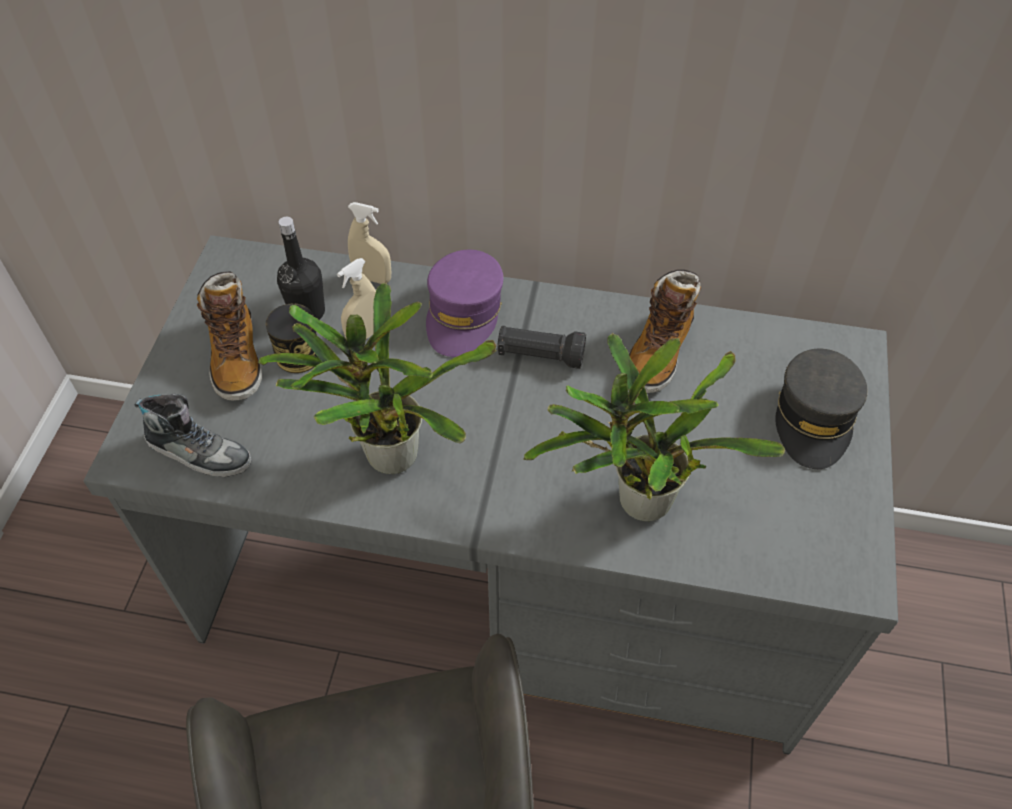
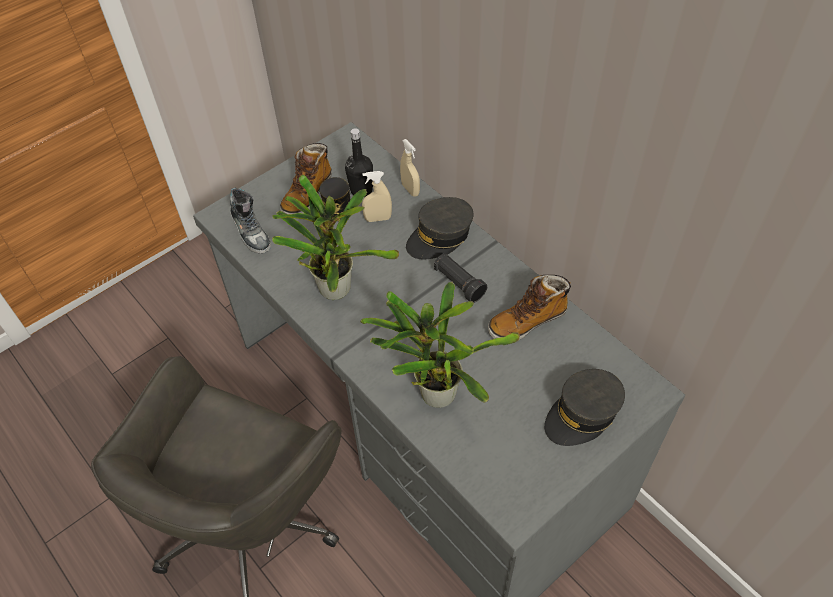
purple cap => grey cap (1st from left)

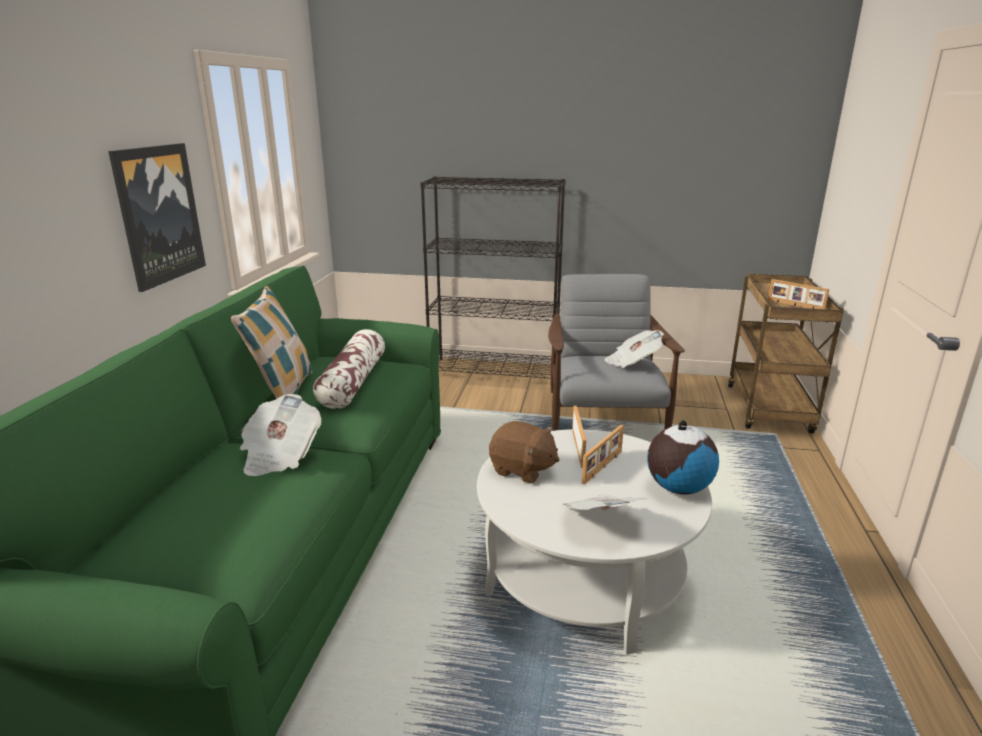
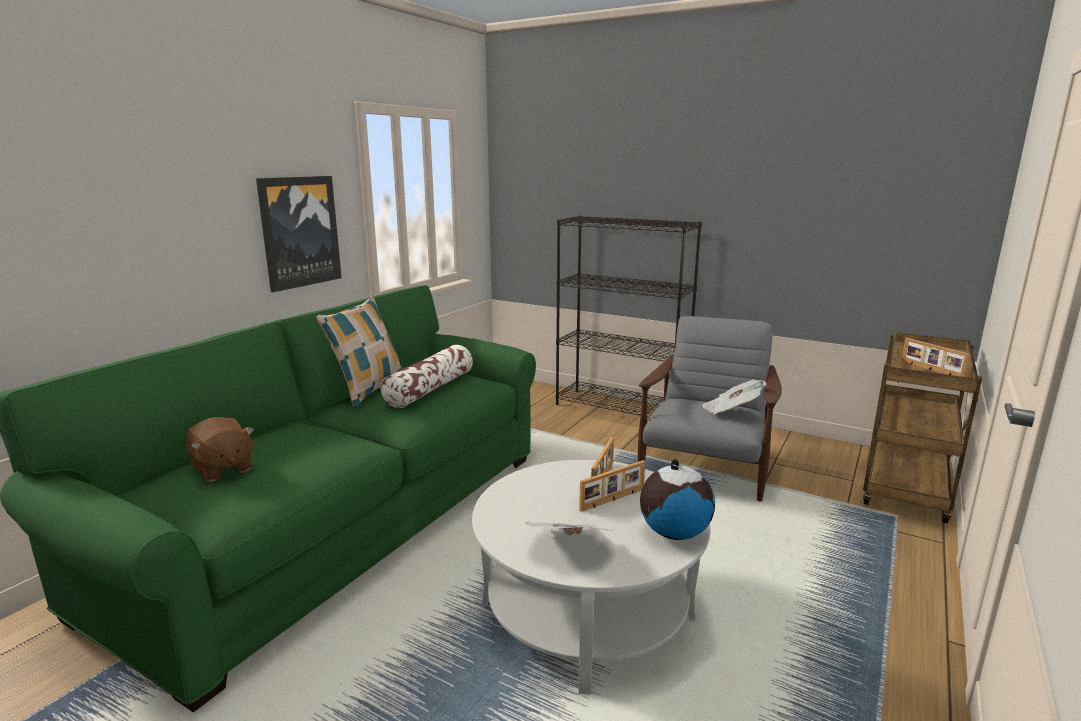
brown plush toy, move
newspaper (1st from left) => nothing

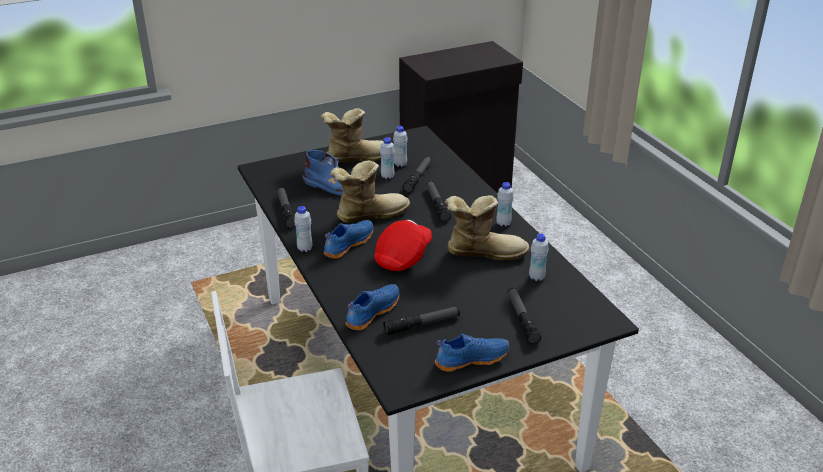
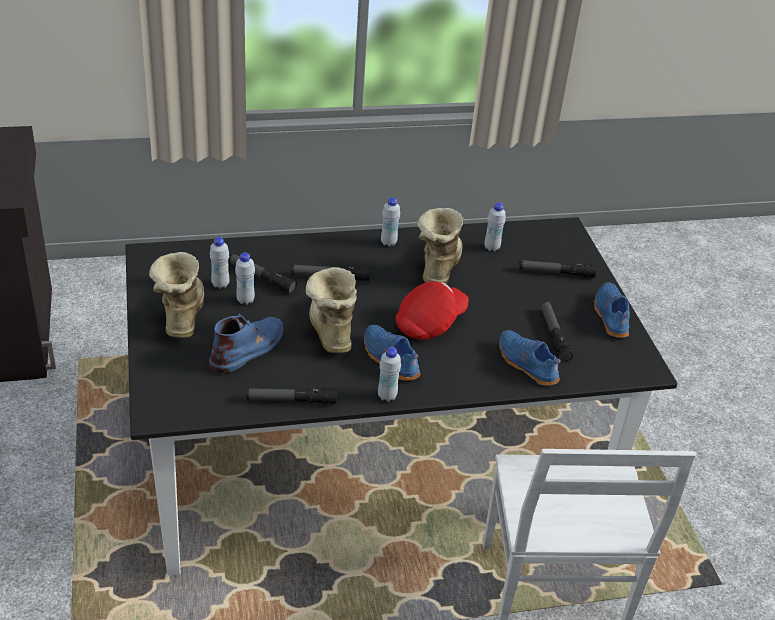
red cap, 90 degrees clockwise

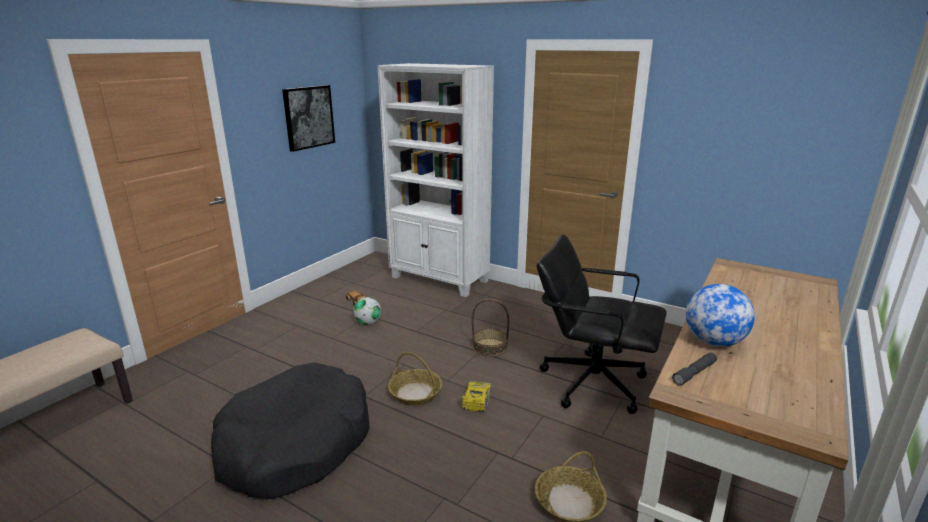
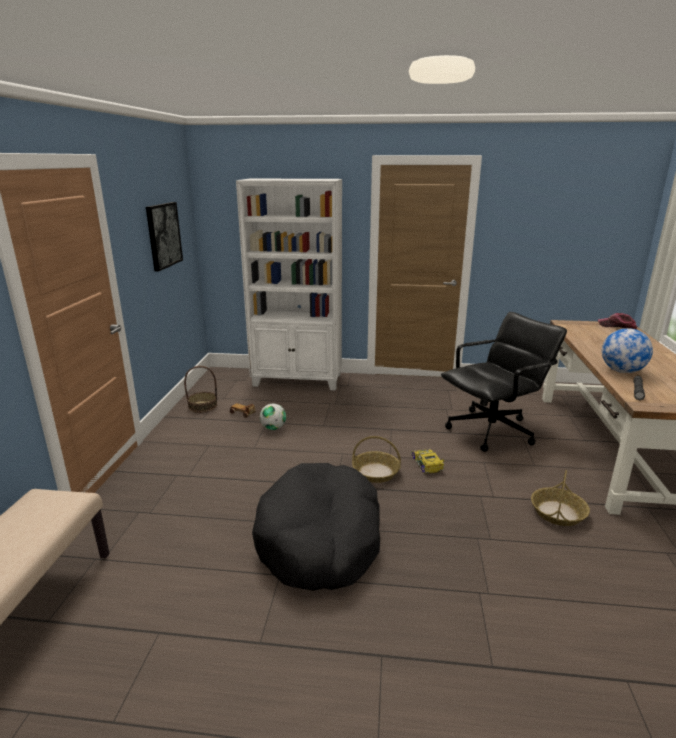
basket (2nd from left in the first image) => basket (1st from left), move
black office chair, 150 degrees clockwise
nothing => cap

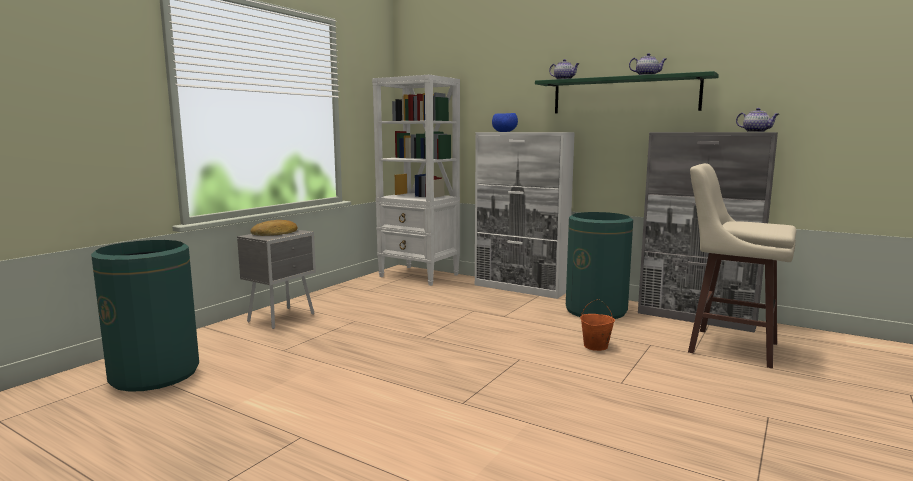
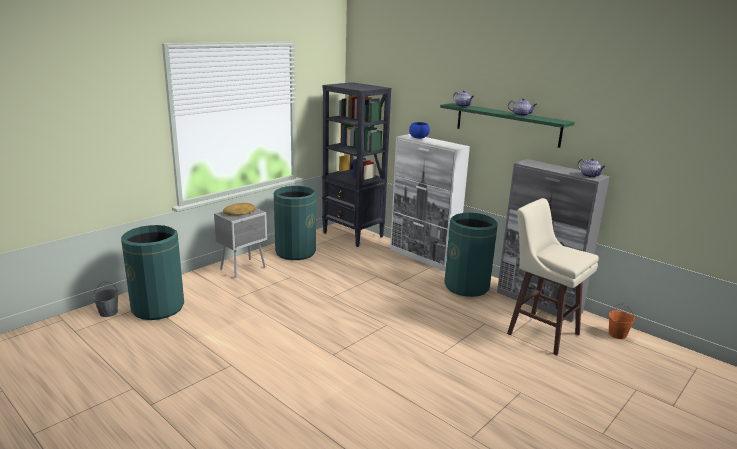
nothing => grey bucket
nothing => green trash can (2nd from left)
white bookcase => black bookcase
orange bucket, move

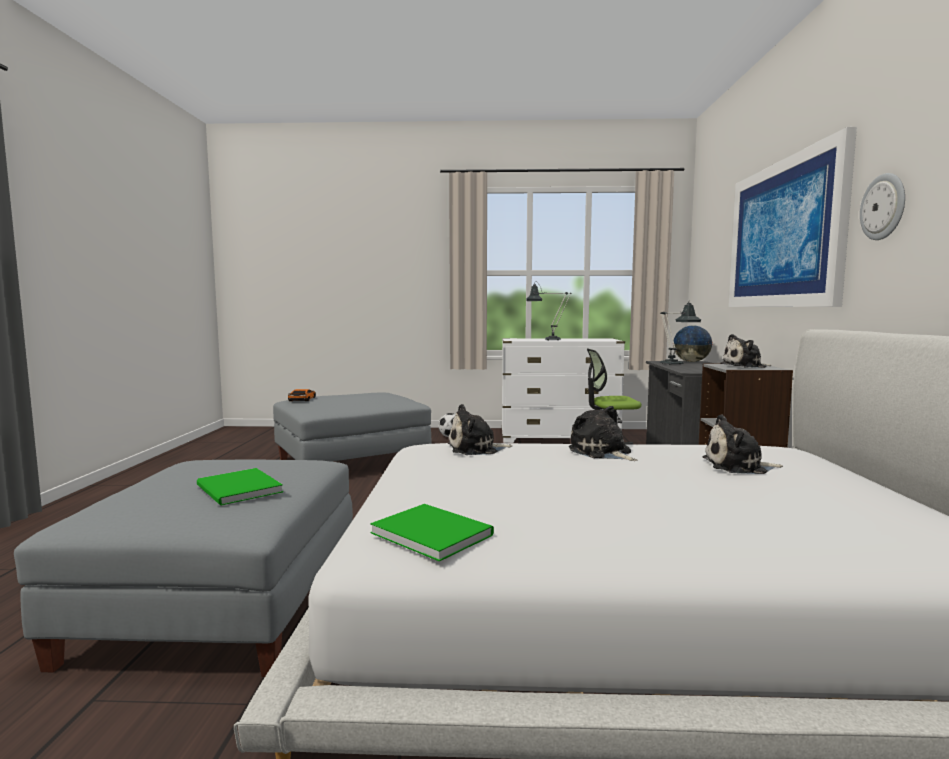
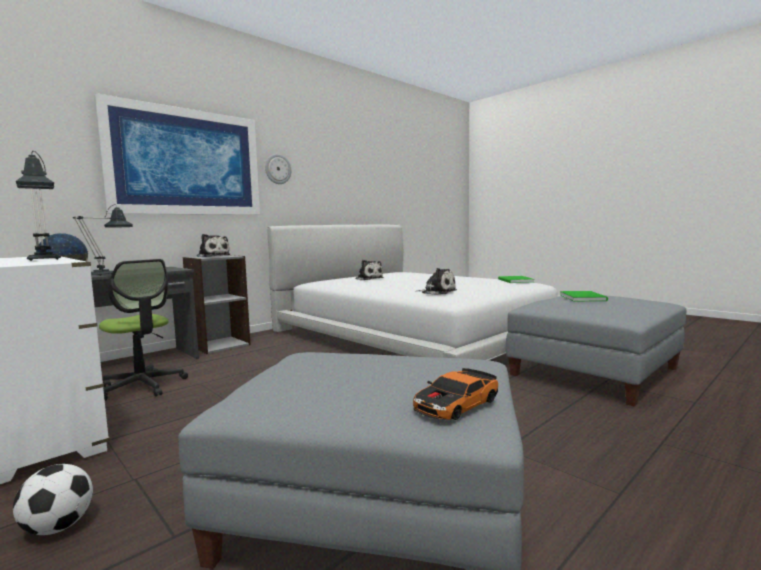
plush toy (2nd from left) => nothing

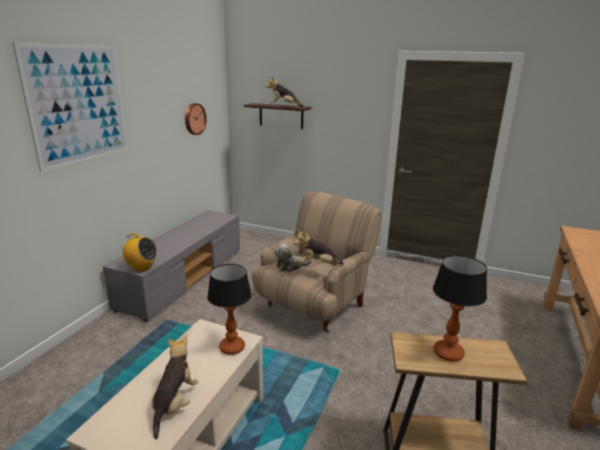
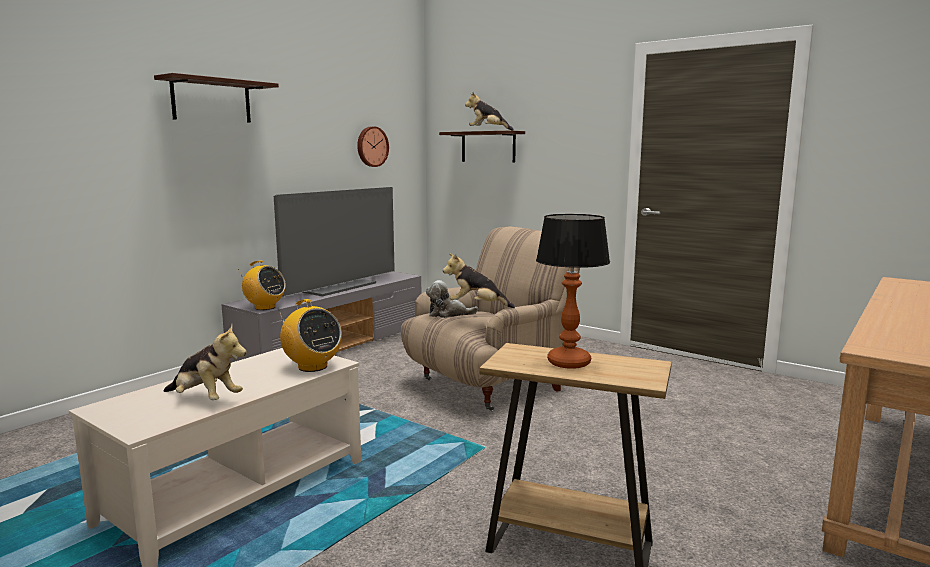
picture => shelf (1st from left)
plush toy (1st from left), 90 degrees clockwise
nothing => television
table lamp (1st from left) => radio (2nd from left)

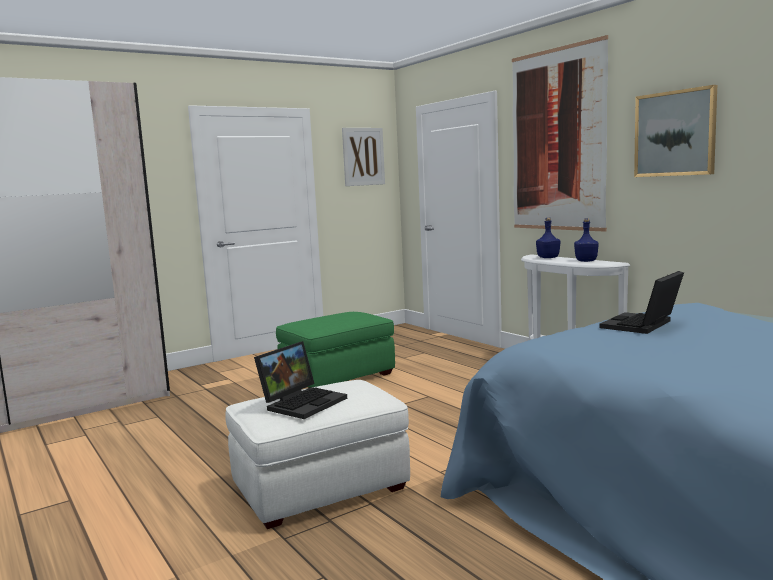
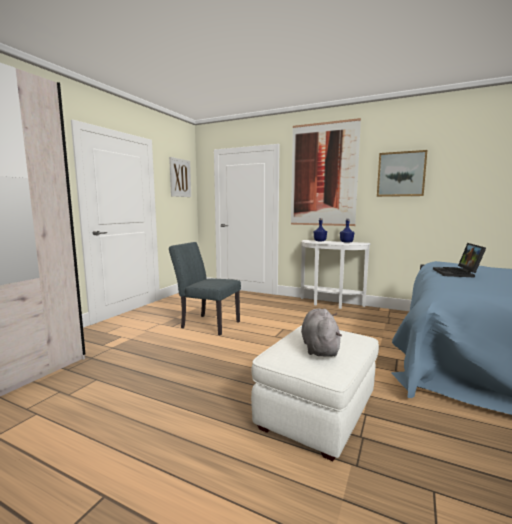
green ottoman => grey chair
laptop (1st from left) => grey plush toy

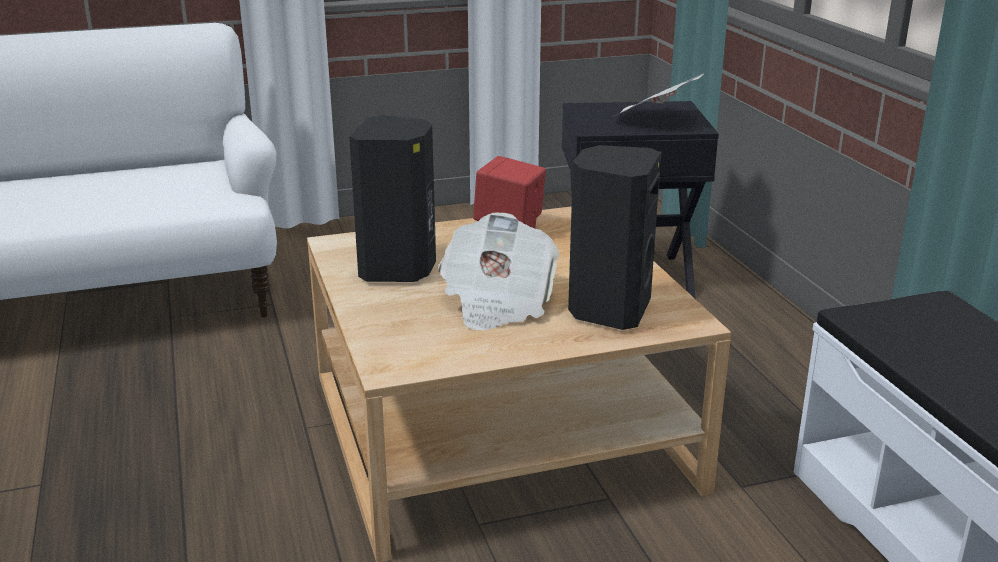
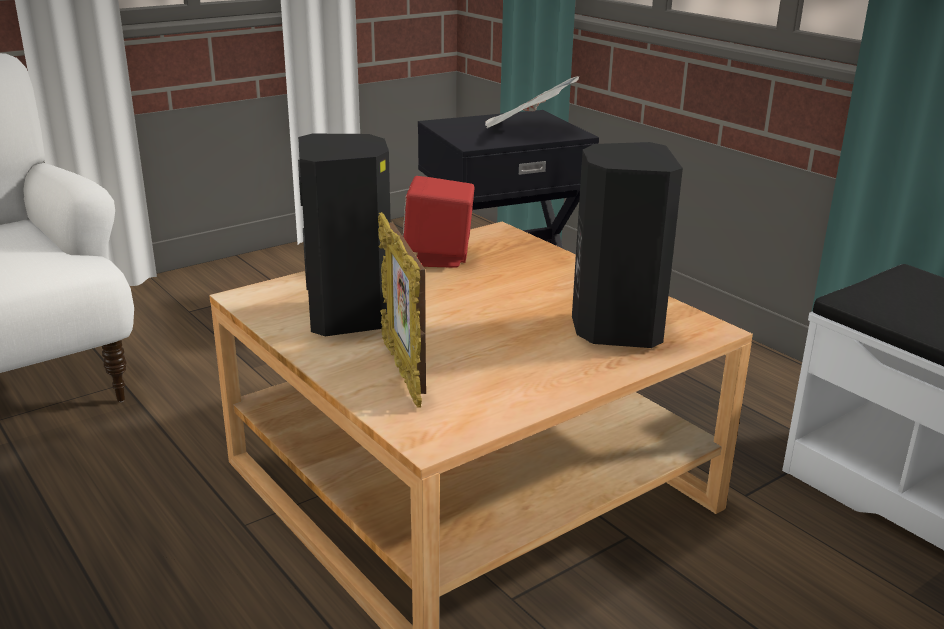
nothing => picture frame
newspaper (1st from left) => nothing

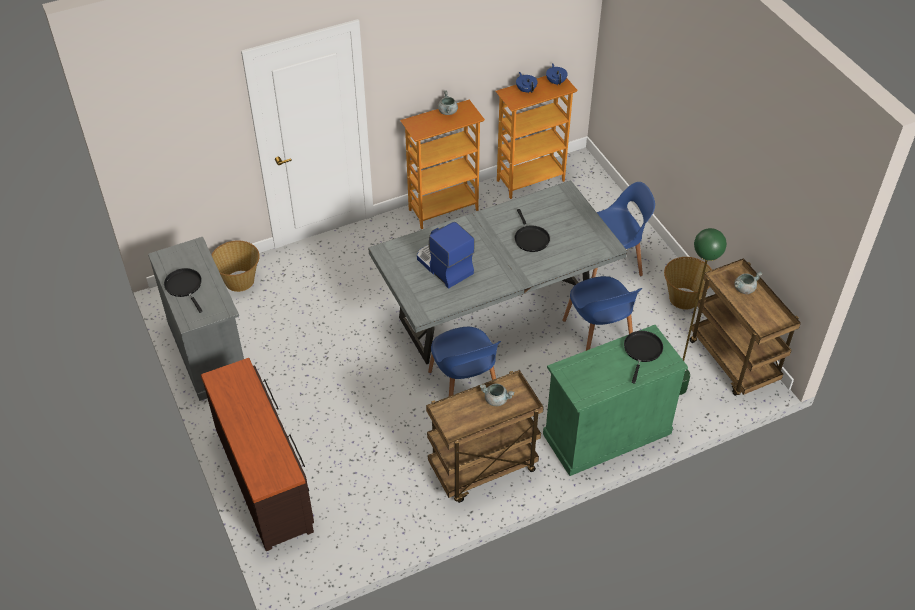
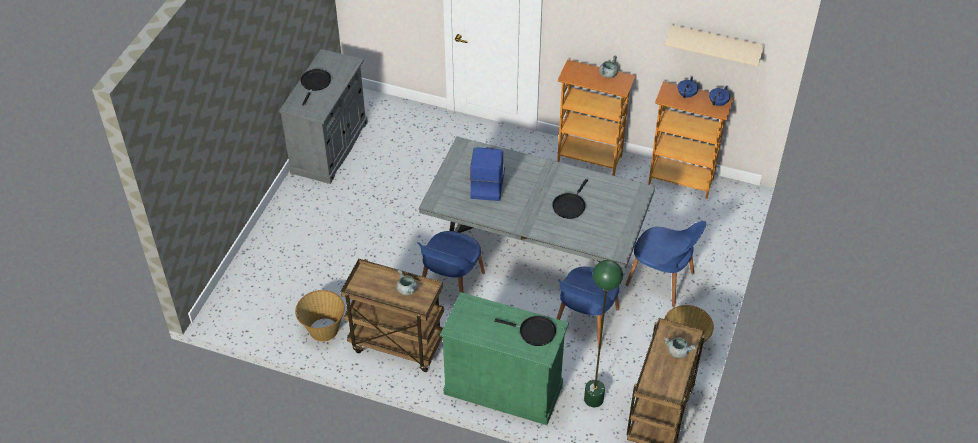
basket (1st from left), move
black frying pan (3rd from left in the first image) => black frying pan (2nd from left), 45 degrees clockwise
nothing => beige shelf
brown dresser => nothing

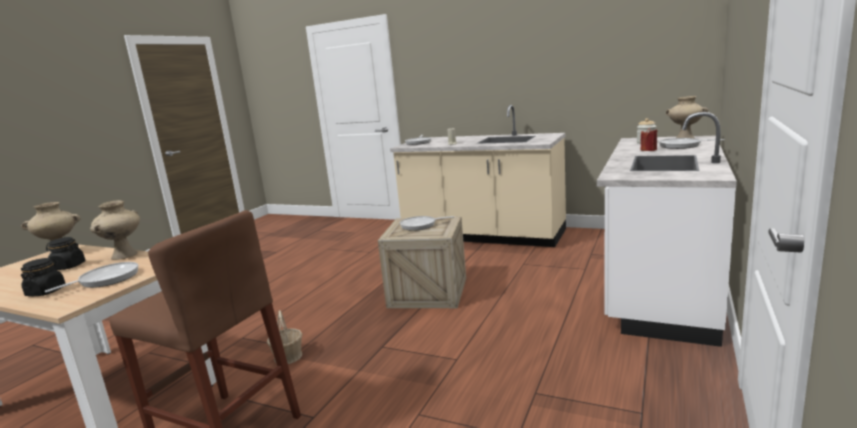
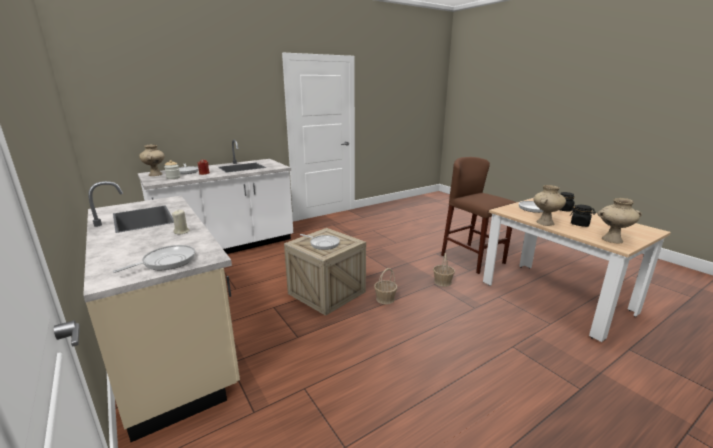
nothing => basket (1st from left)

